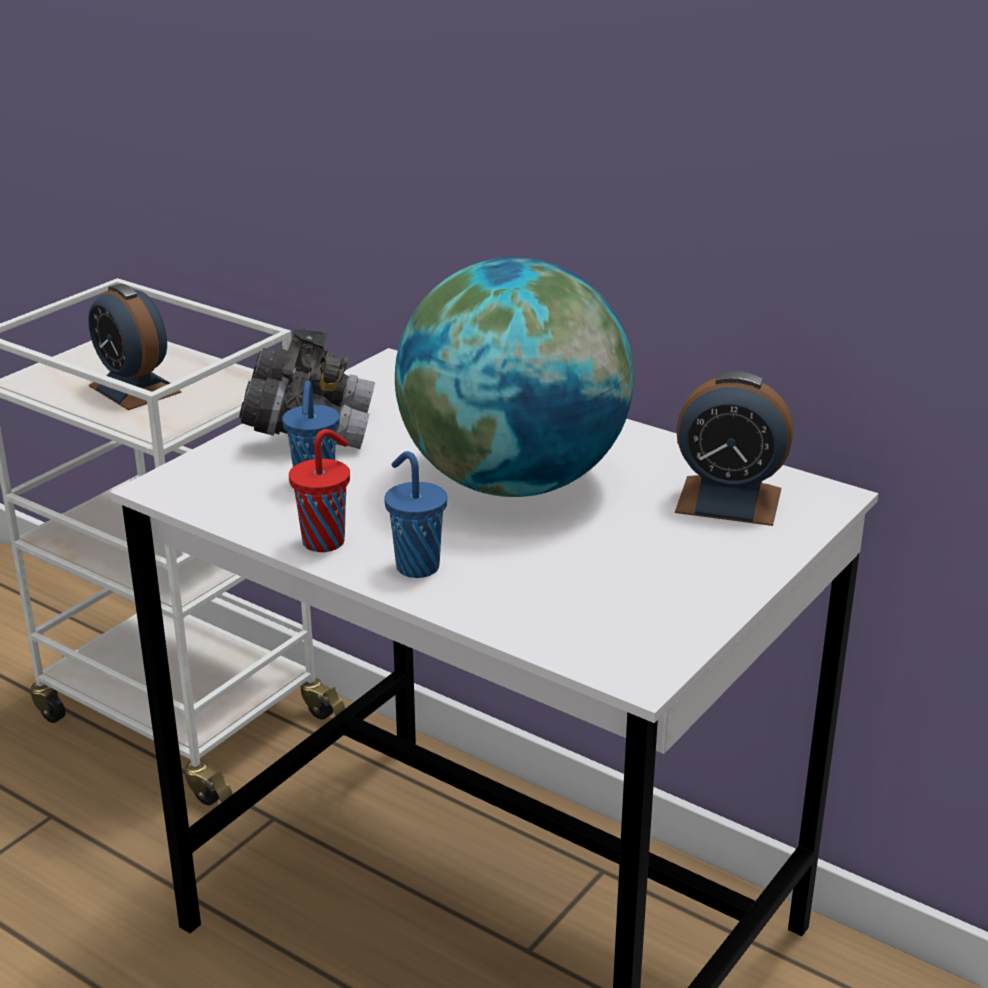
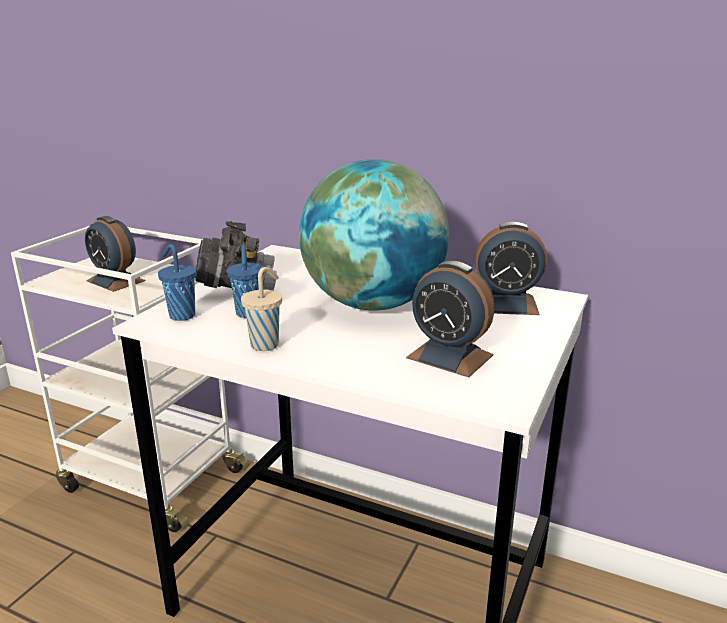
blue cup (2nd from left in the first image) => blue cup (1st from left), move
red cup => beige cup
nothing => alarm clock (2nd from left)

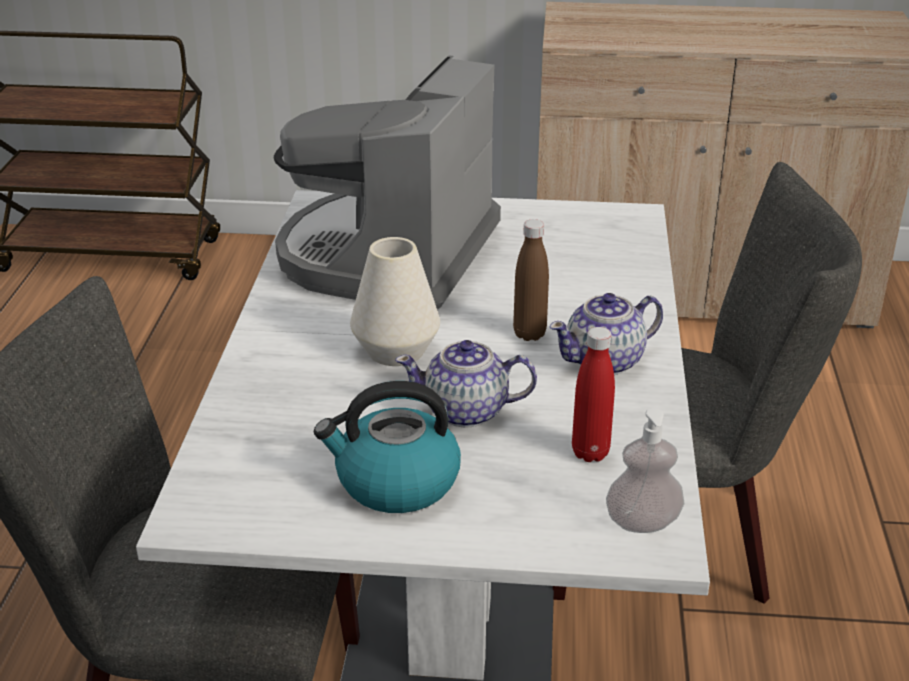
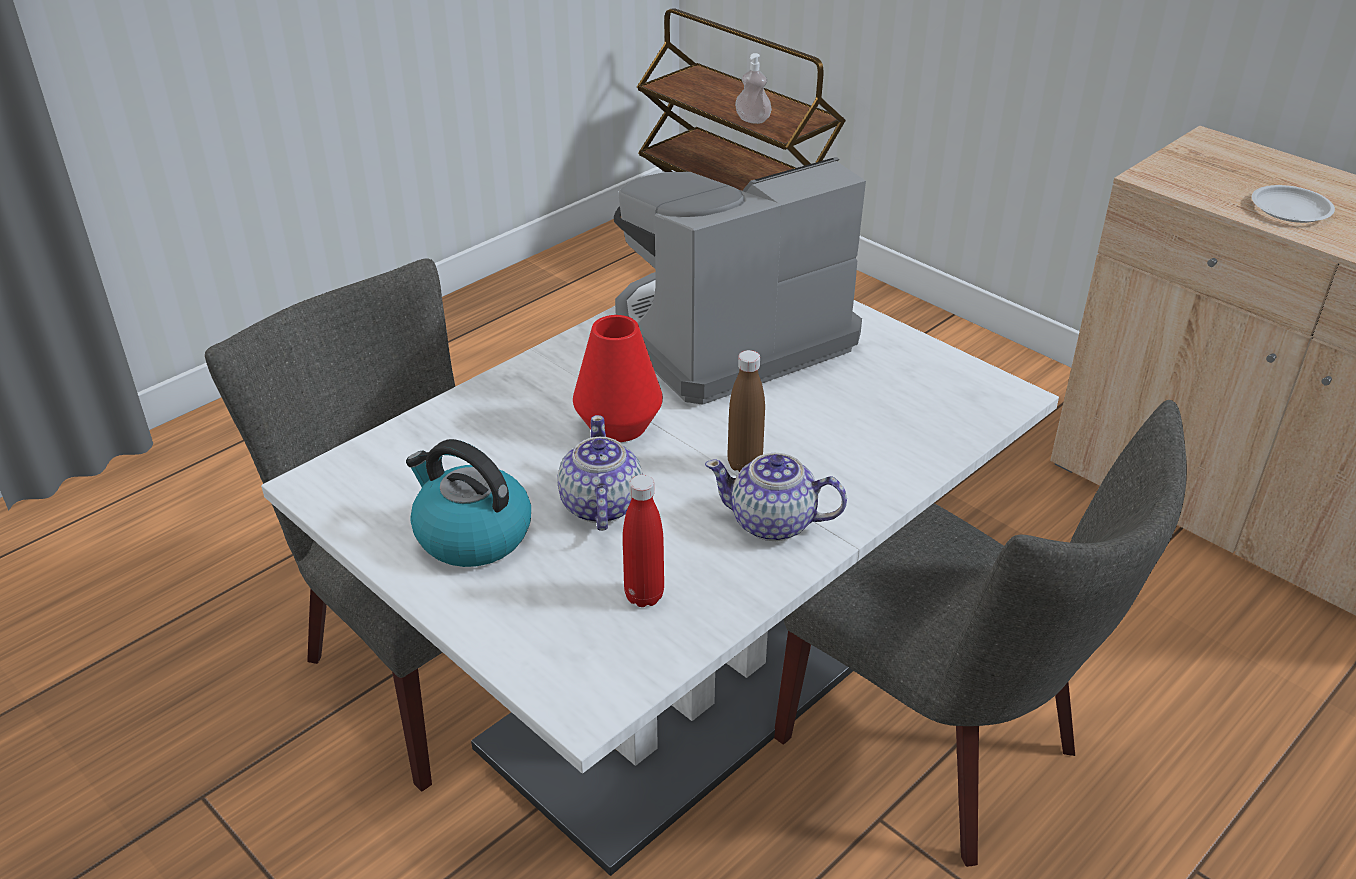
teapot (1st from left), 45 degrees clockwise
white vase => red vase
soap dispenser, move
nothing => white plate

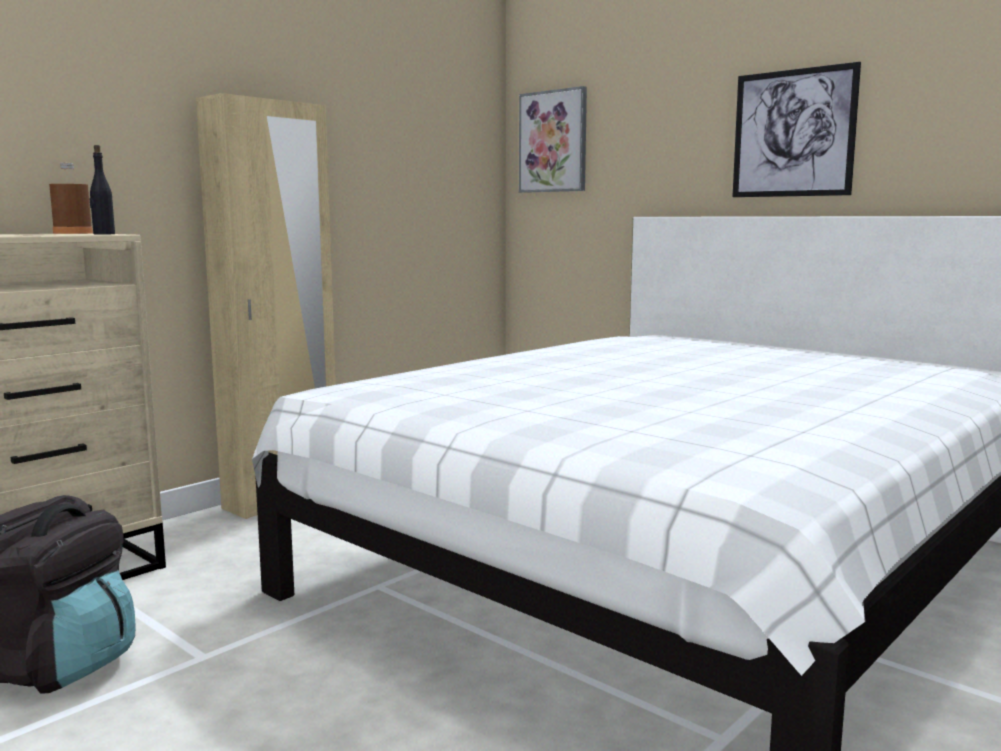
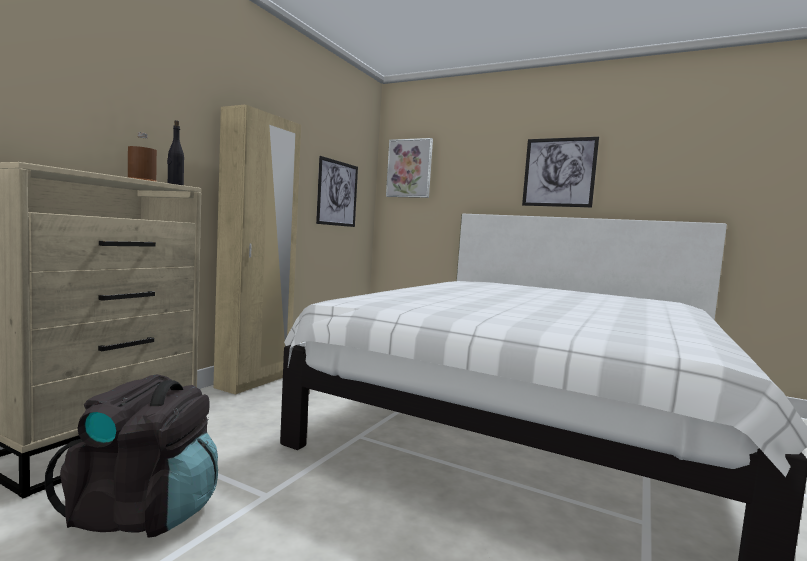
nothing => picture (1st from left)

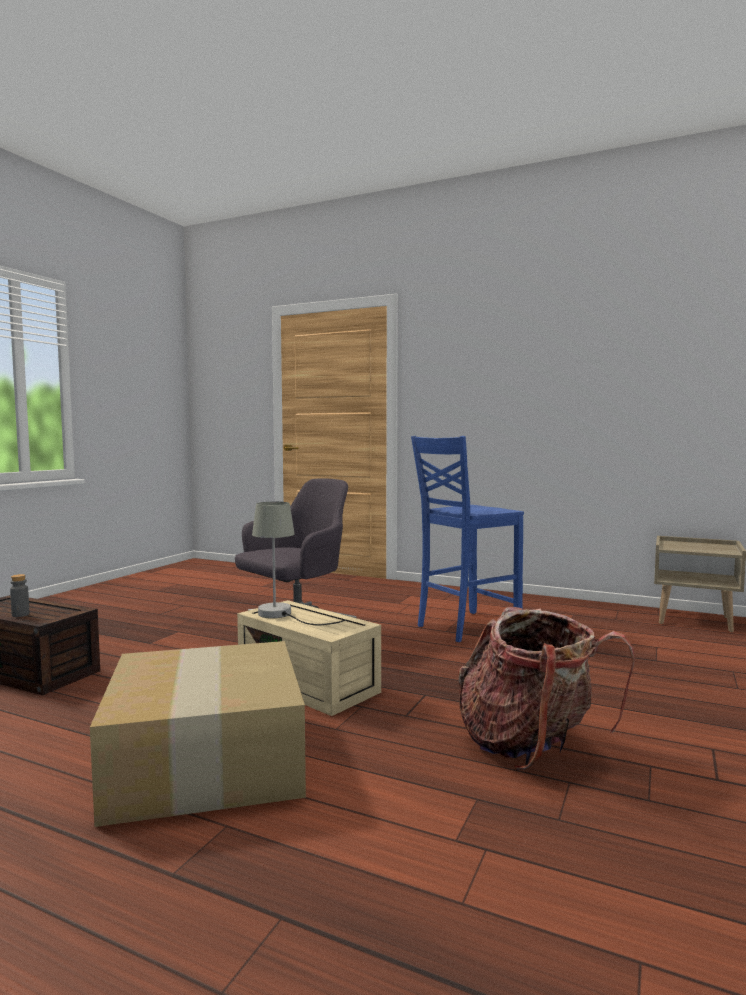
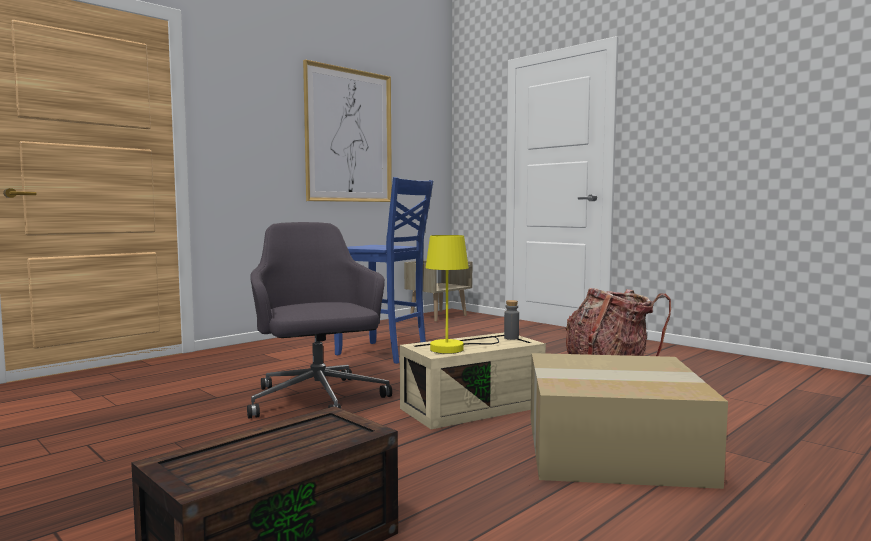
nothing => picture
blue chair, 45 degrees counterclockwise
grey table lamp => yellow table lamp
grey bottle, move

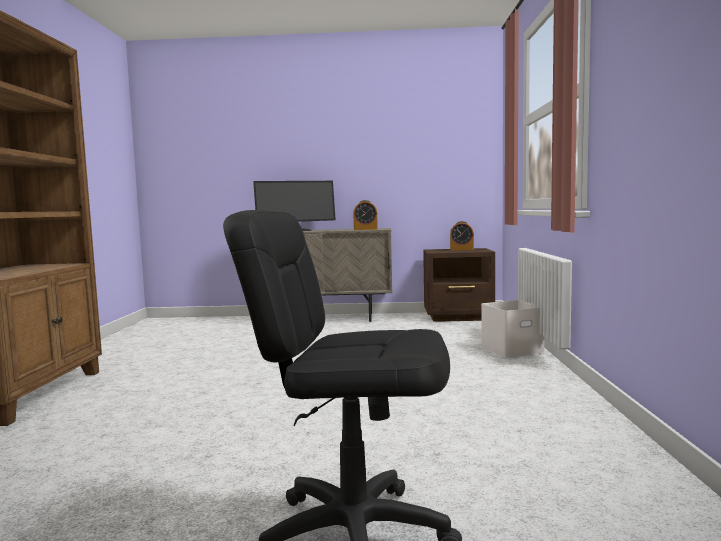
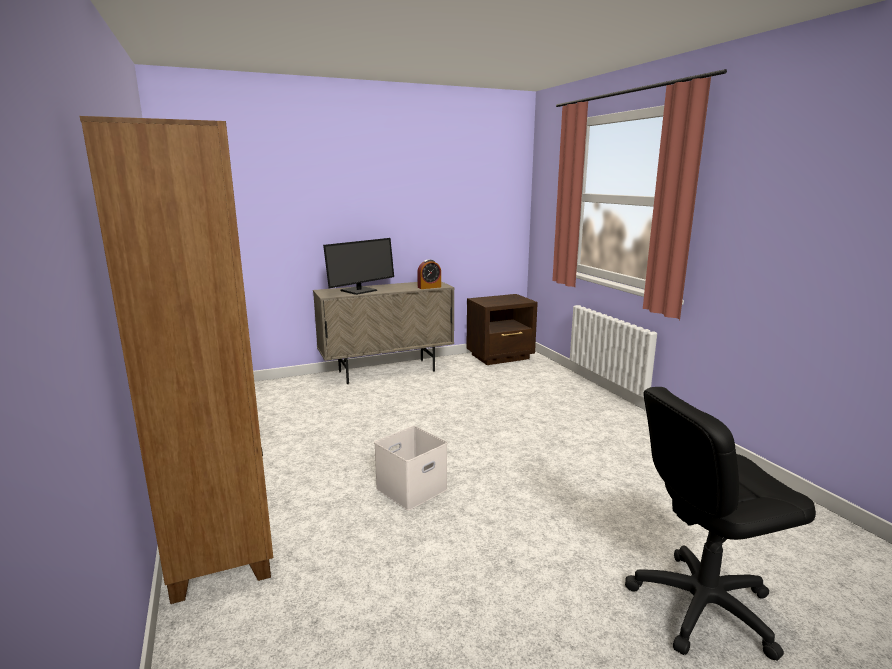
white storage box, move
alarm clock (2nd from left) => nothing

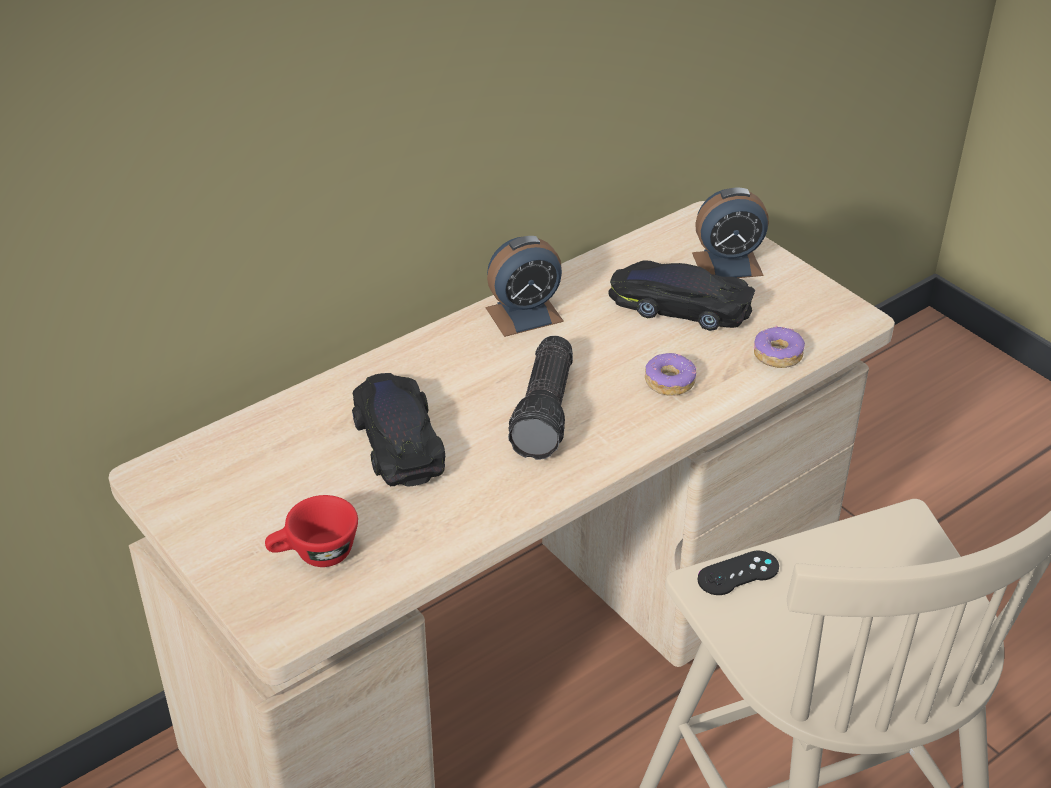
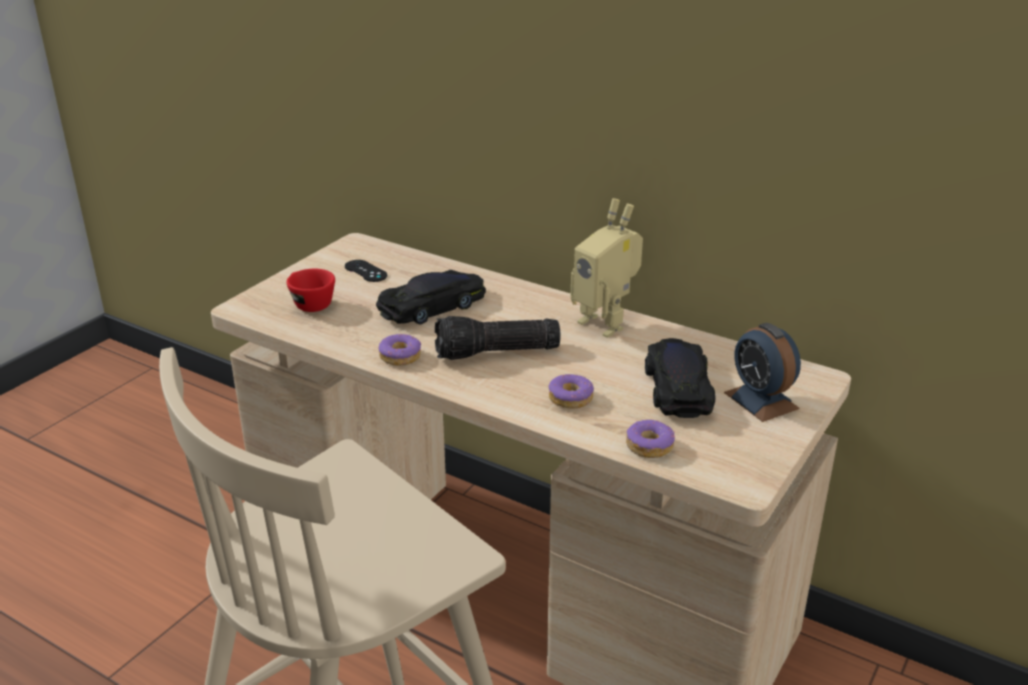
black game controller, move
nothing => donut (1st from left)
alarm clock (1st from left) => toy robot

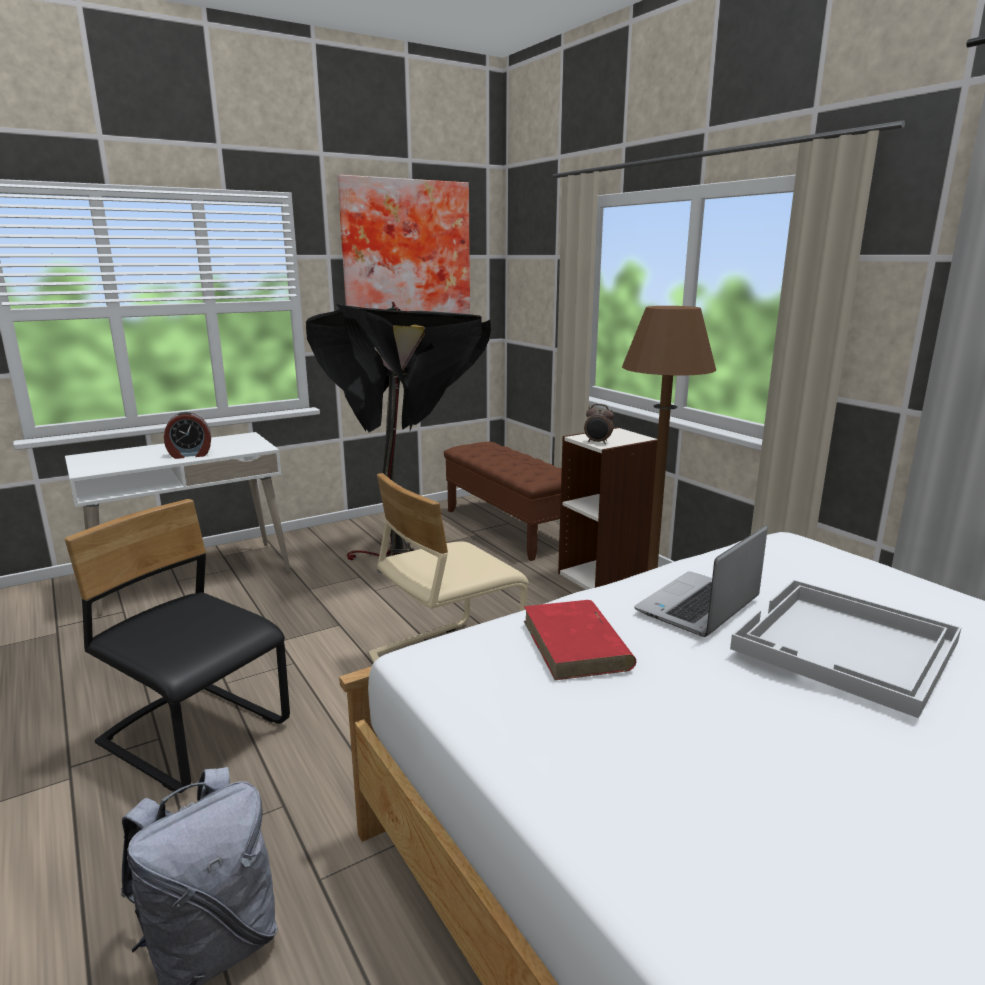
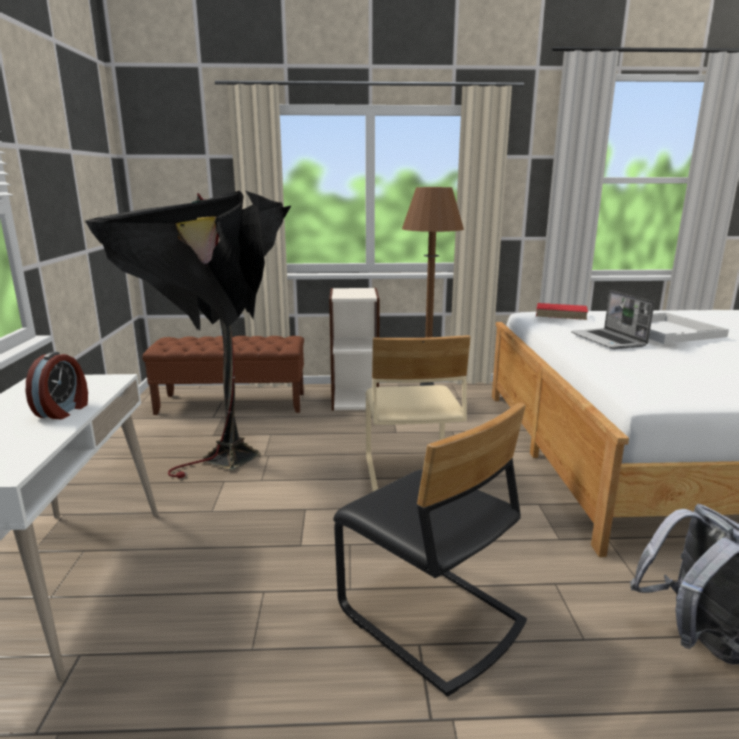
black chair, 105 degrees counterclockwise
red book, move
picture => nothing
alarm clock (2nd from left) => nothing

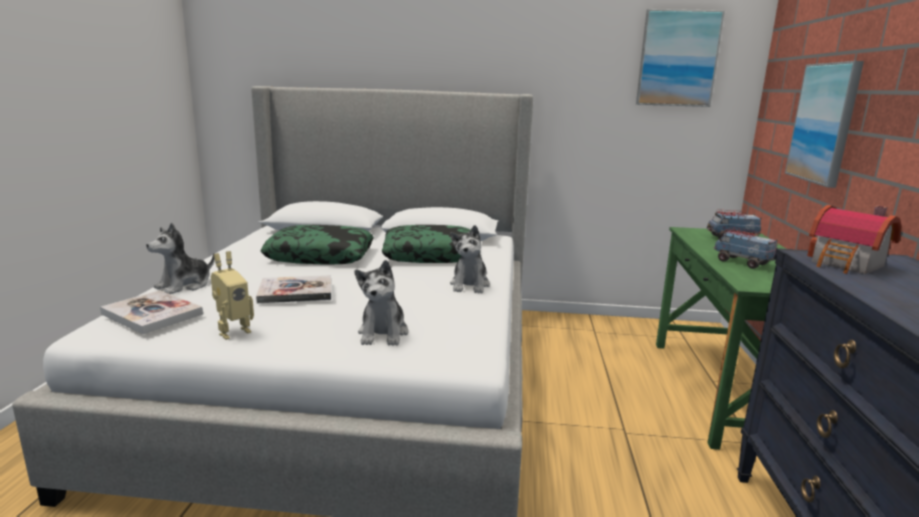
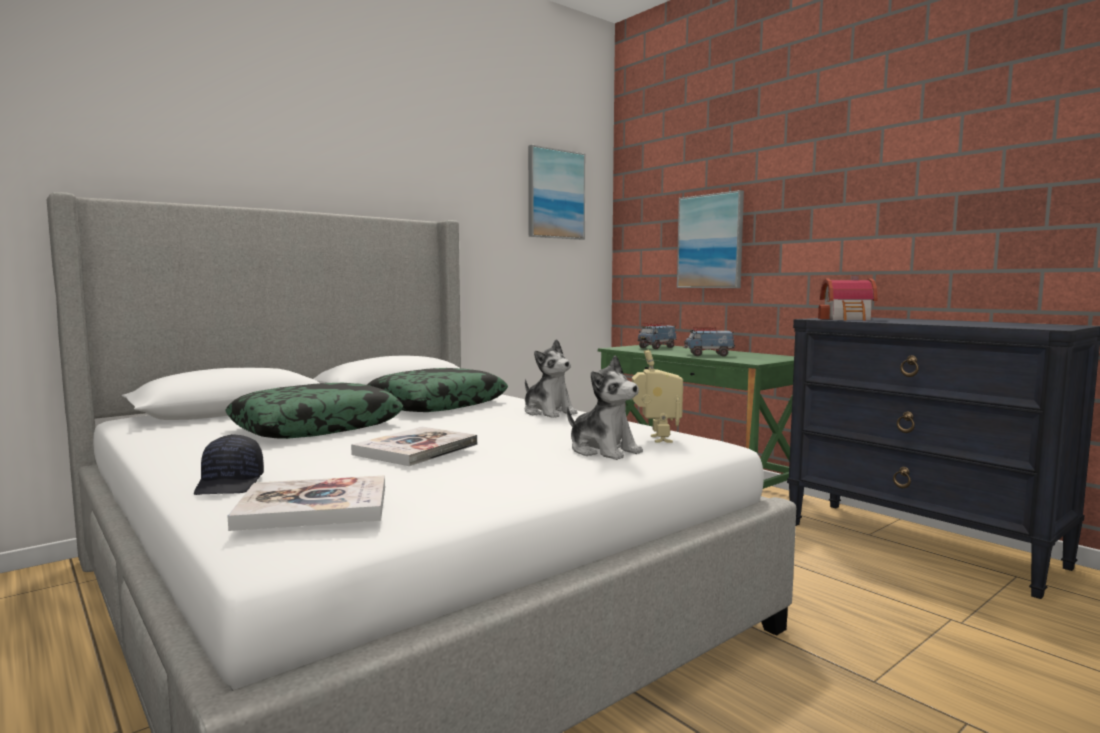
plush toy (1st from left) => black cap
toy robot, move

